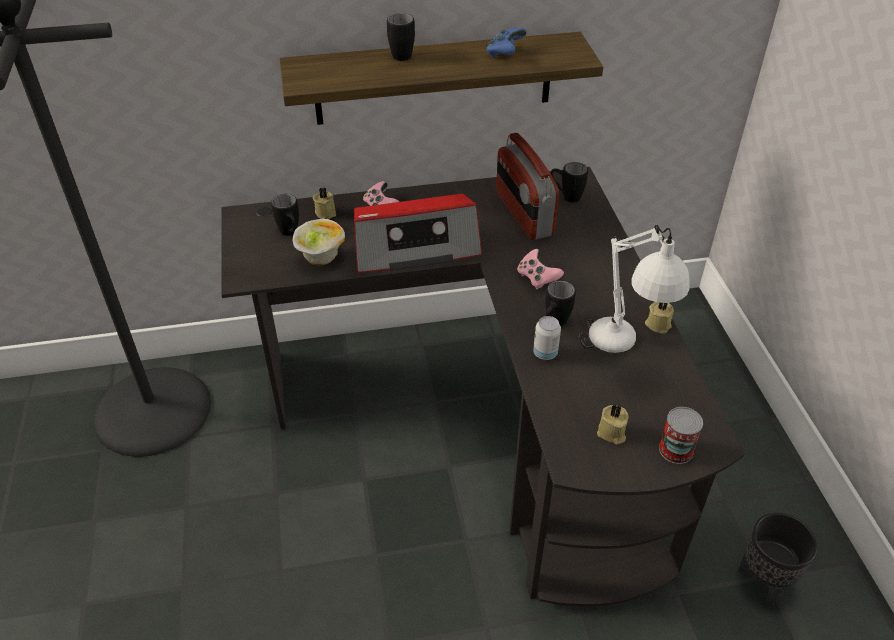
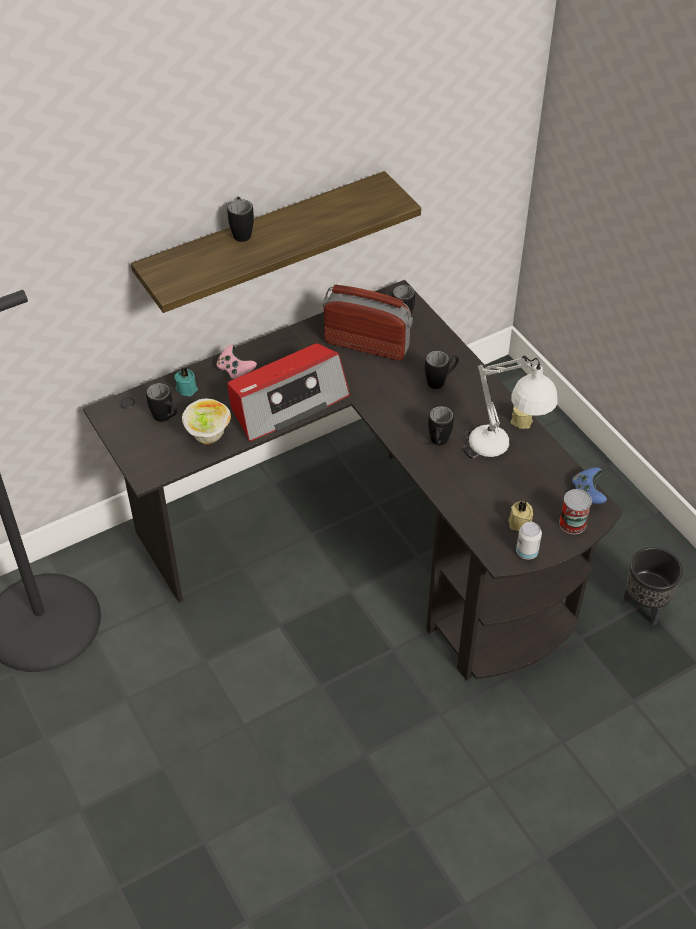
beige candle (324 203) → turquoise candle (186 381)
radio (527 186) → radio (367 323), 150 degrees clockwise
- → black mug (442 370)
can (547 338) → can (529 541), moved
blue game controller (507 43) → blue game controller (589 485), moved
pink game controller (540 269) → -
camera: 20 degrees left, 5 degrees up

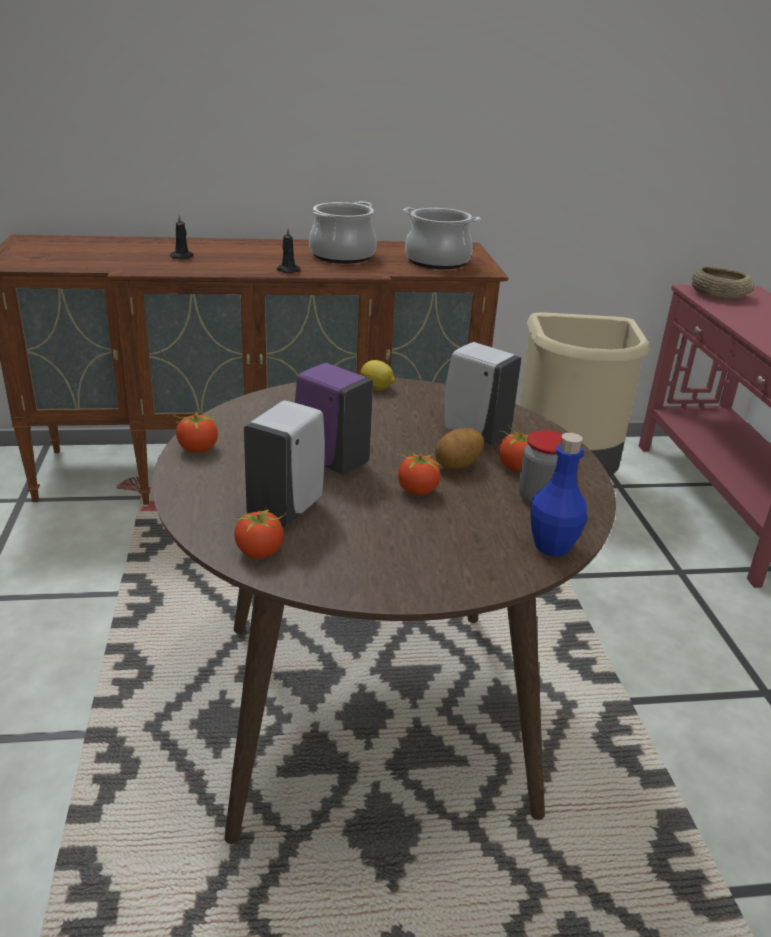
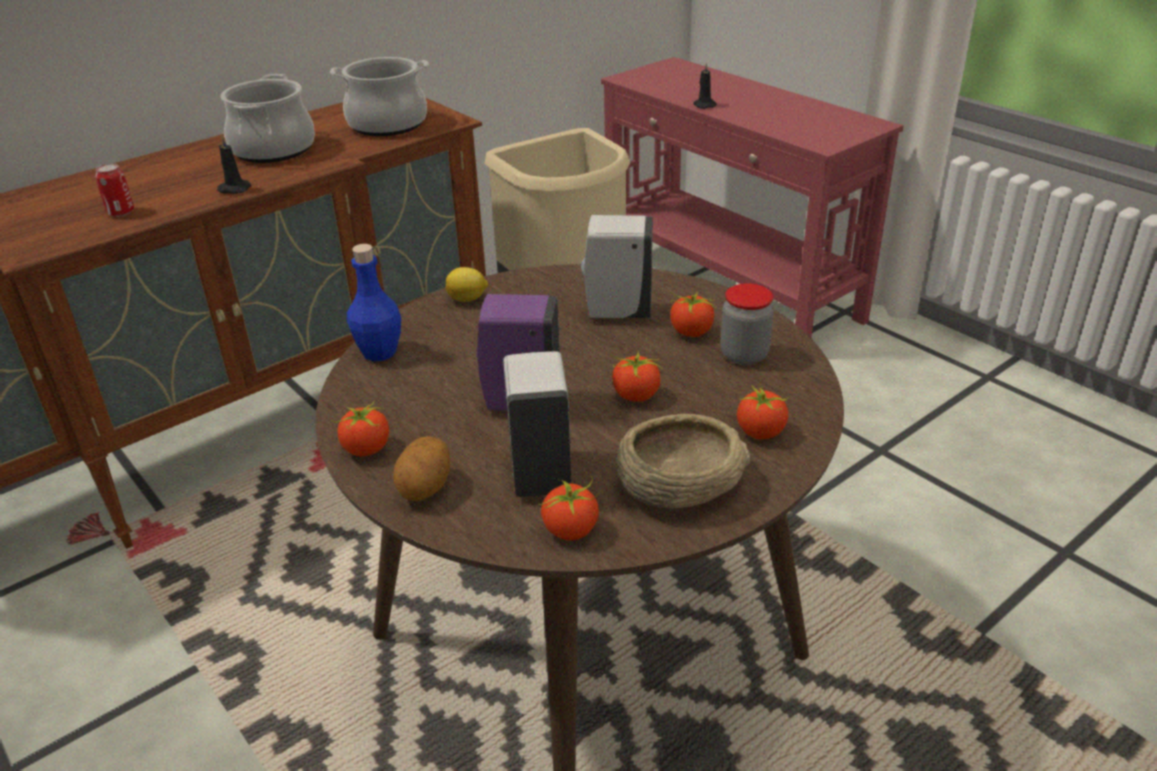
- → can (114 190)
blue bottle (559 494) → blue bottle (374 302), moved
potato (459 449) → potato (421 468), moved
beige bowl (723 282) → beige bowl (682 461), moved
black candle (182 236) → black candle (705 85), moved
- → tomato (763 412)
camera: 30 degrees left, 5 degrees up

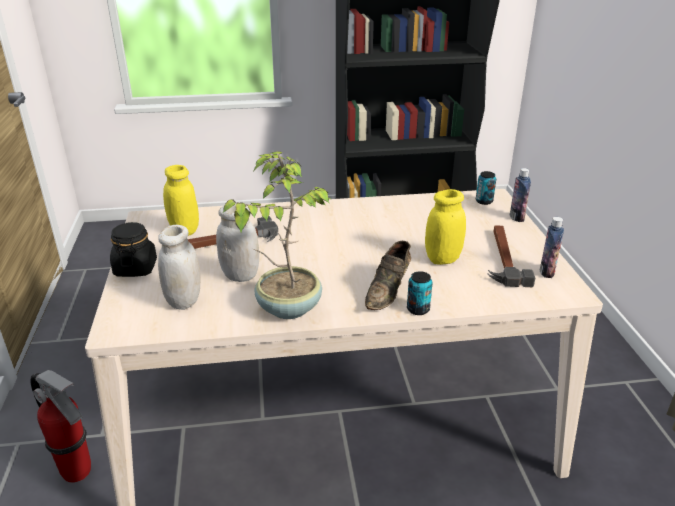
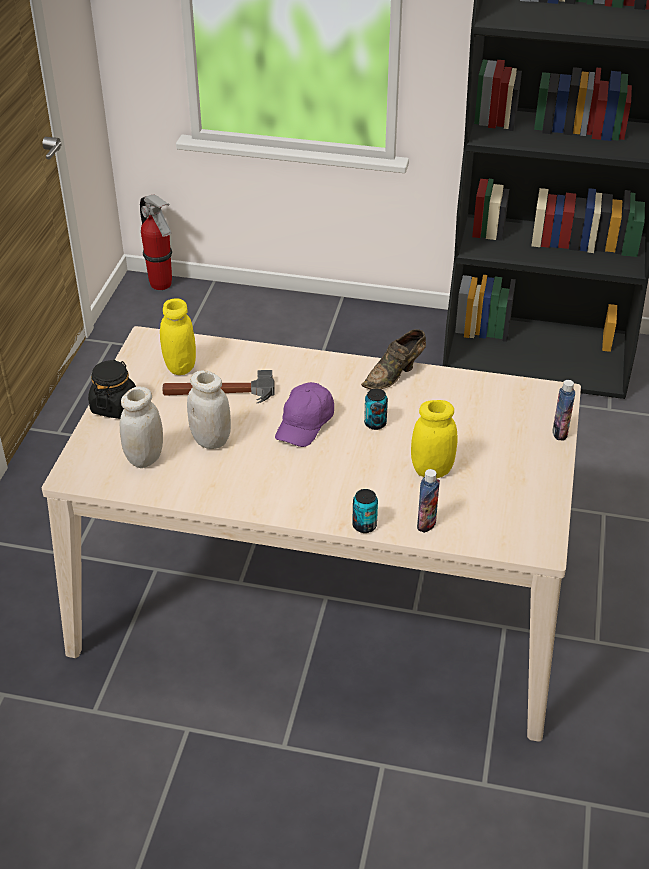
fire extinguisher (60 426) → fire extinguisher (156 242), moved
- → purple cap (304 414)
brown shoe (388 275) → brown shoe (393 359), moved
can (486 188) → can (376 409), moved
bottle (552 247) → bottle (428 501), moved
potted plant (276 235) → -
hammer (511 256) → -
camera: 20 degrees right, 10 degrees up

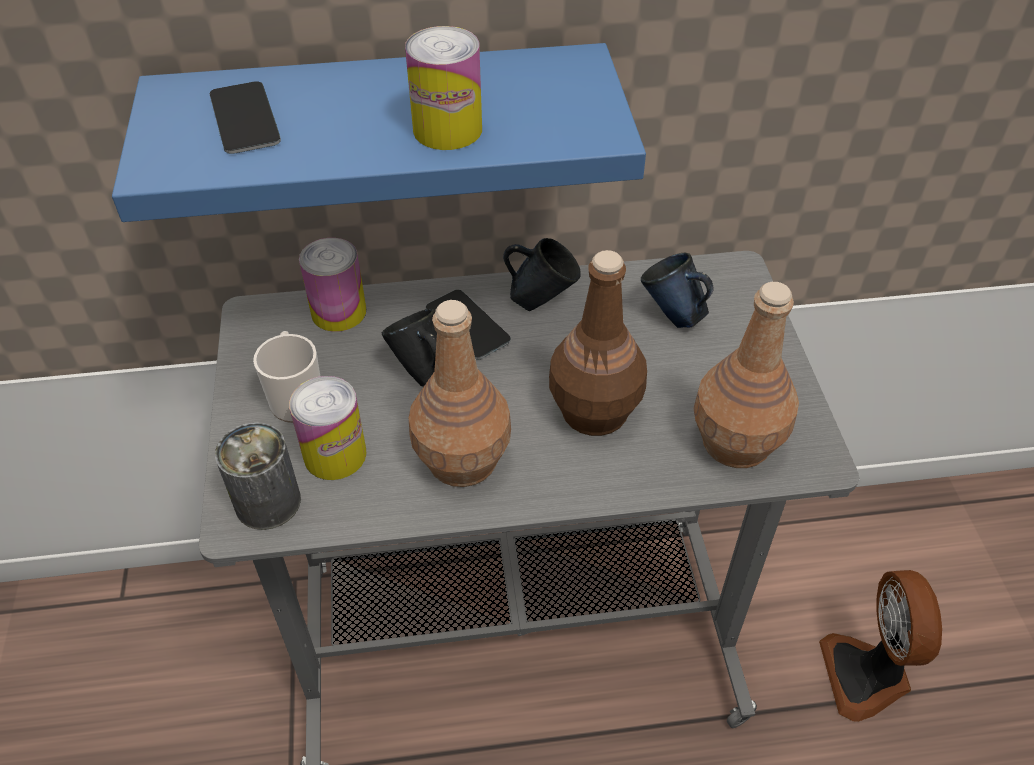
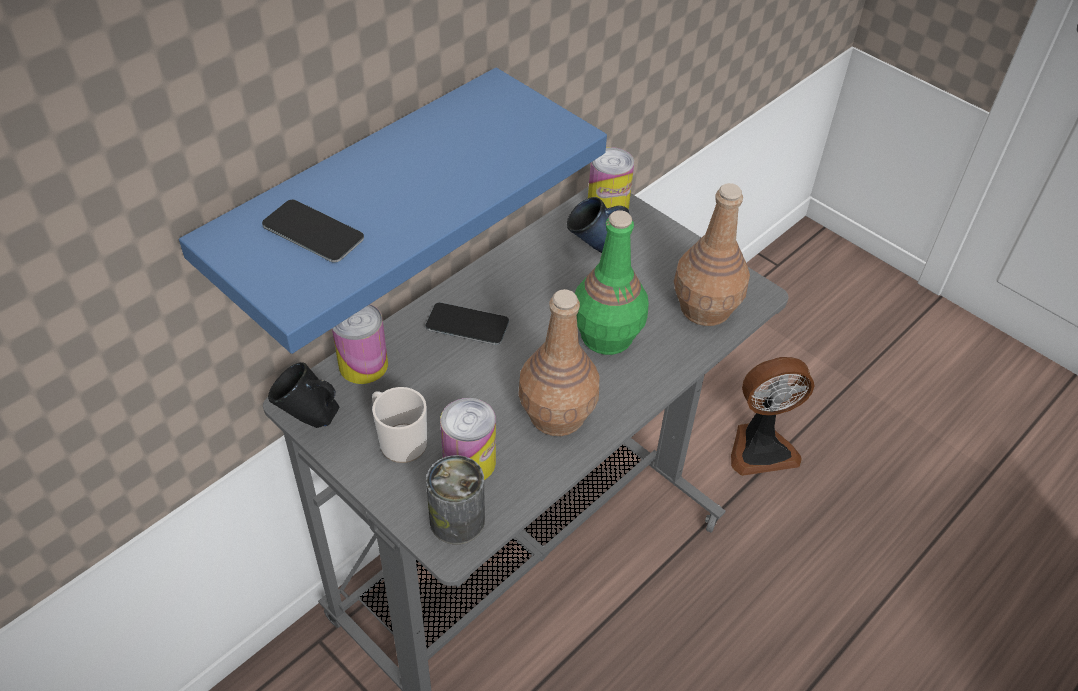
black mug (409 348) → black mug (303 395), moved
brown bottle (598 343) → green bottle (612 282)
can (443 88) → can (611 178), moved
fan (880 646) → fan (772 416), 60 degrees counterclockwise
blue mug (542 274) → -
camera: 40 degrees left, 0 degrees up

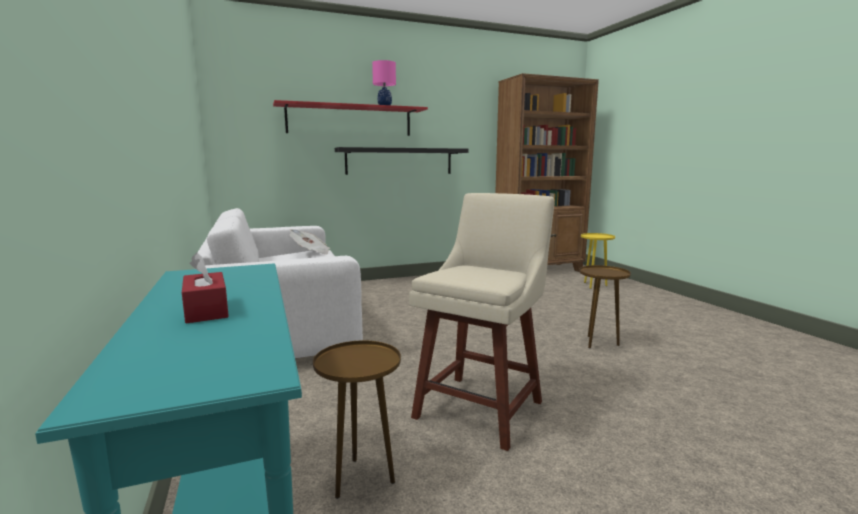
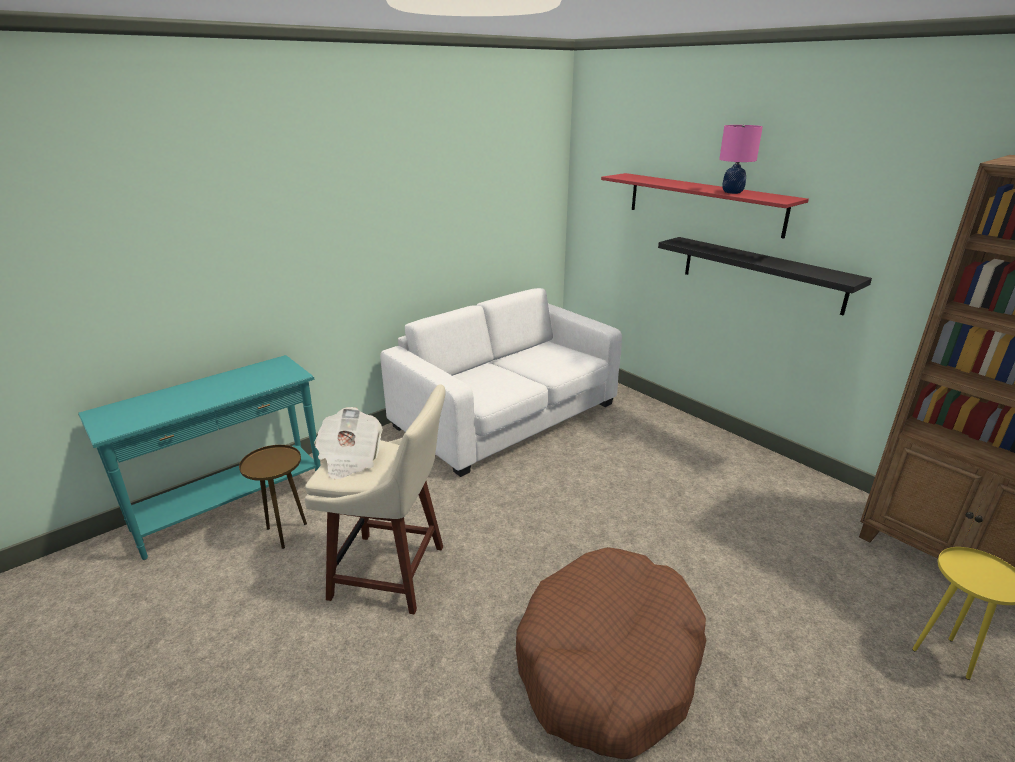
newspaper (309 242) → newspaper (348 443), moved
brown side table (605 306) → brown dog bed (611 653)
red tissue box (205 287) → -
camera: 70 degrees right, 15 degrees up

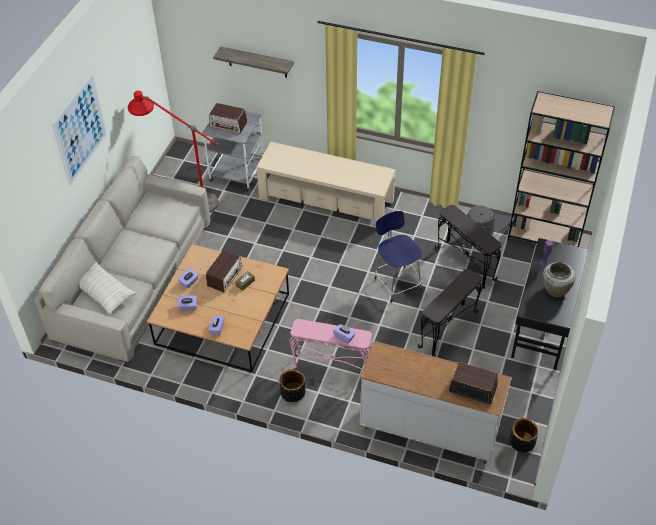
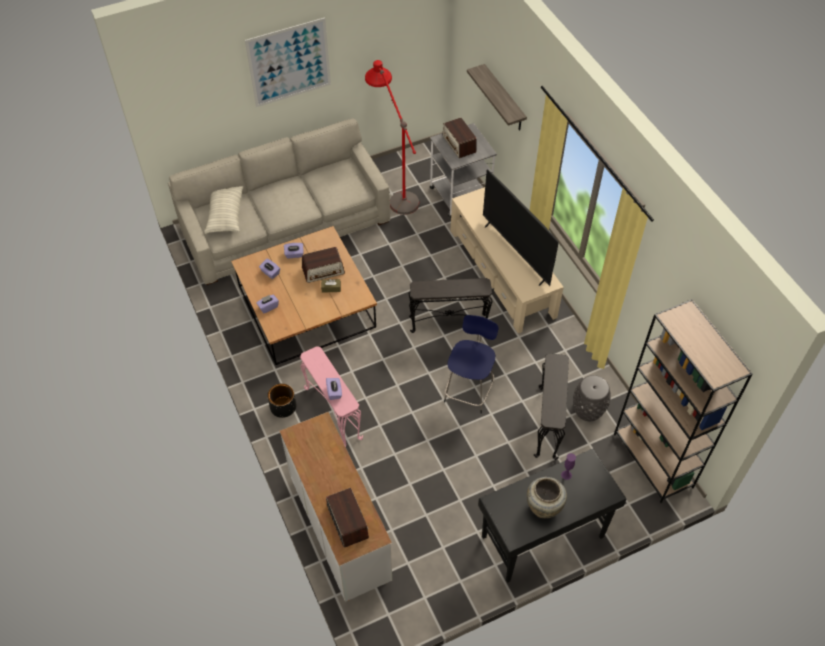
black side table (450 313) → black side table (450 305), moved
- → television (521 228)
black planter (524 435) → -
camera: 45 degrees right, 5 degrees up

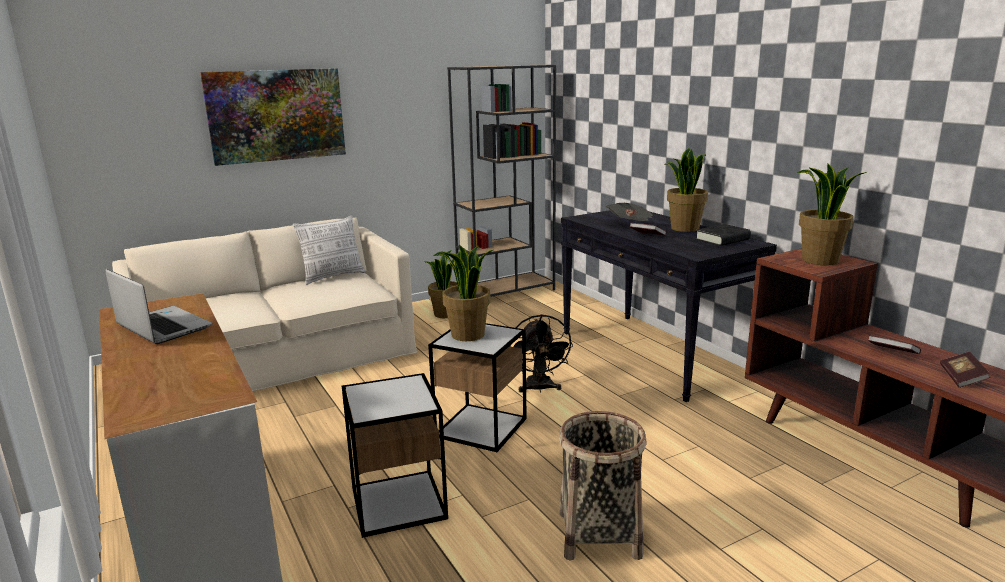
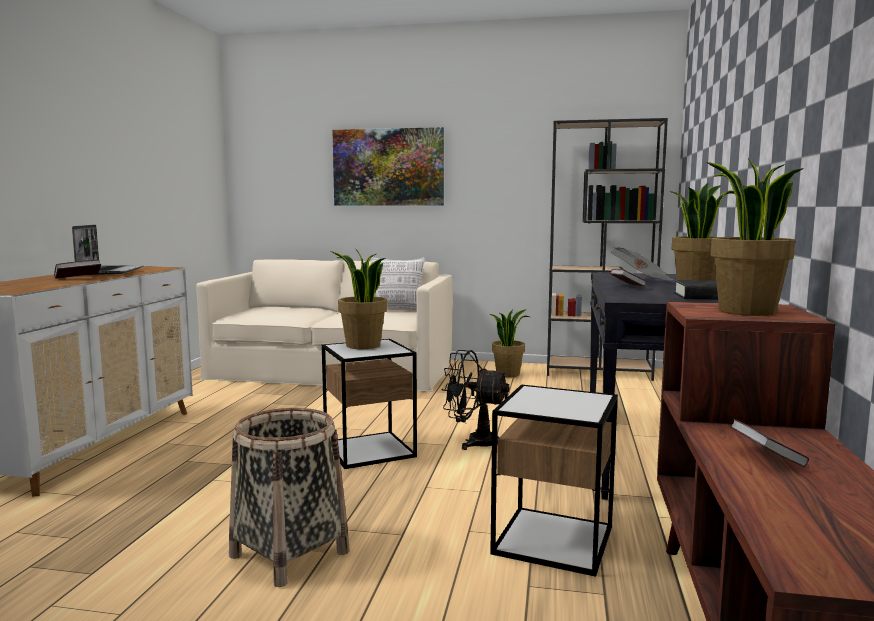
book (965 370) → book (77 269), moved
black fan (541 353) → black fan (475 400), 75 degrees clockwise
side table (395 455) → side table (554 480), moved
camera: 40 degrees right, 10 degrees down

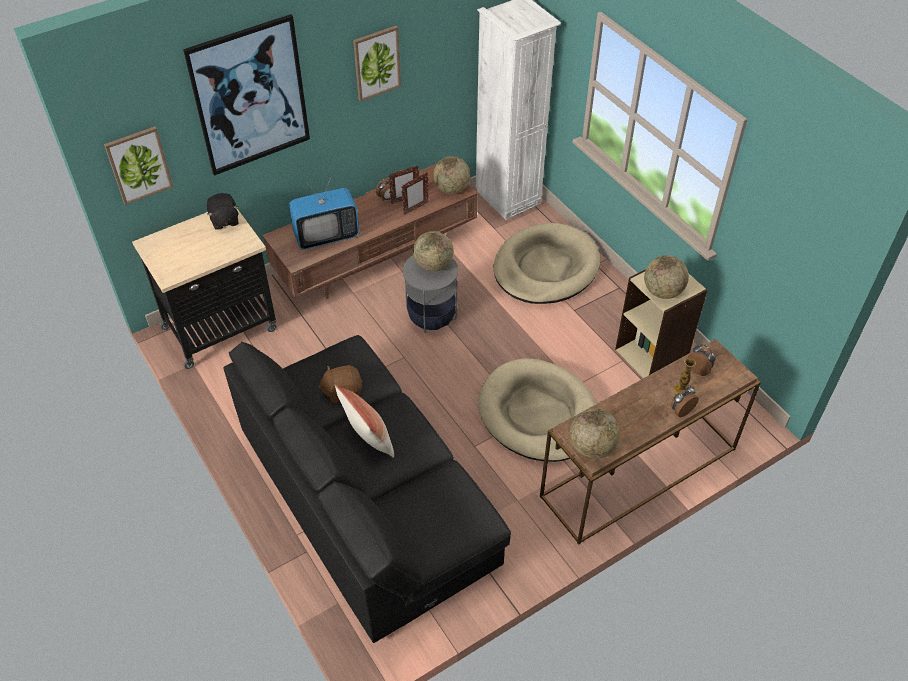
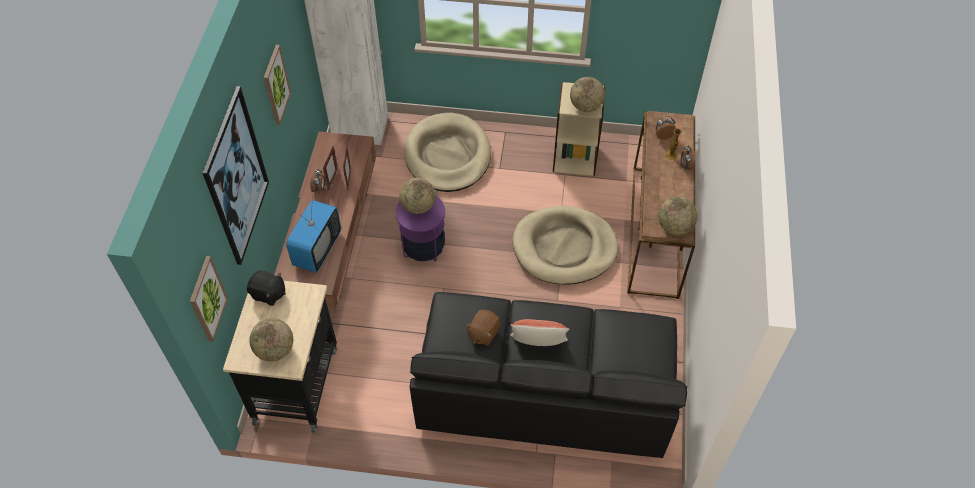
globe (451 175) → globe (271 339), moved
grey side table (430 294) → purple side table (420 228)
camera: 50 degrees left, 5 degrees up

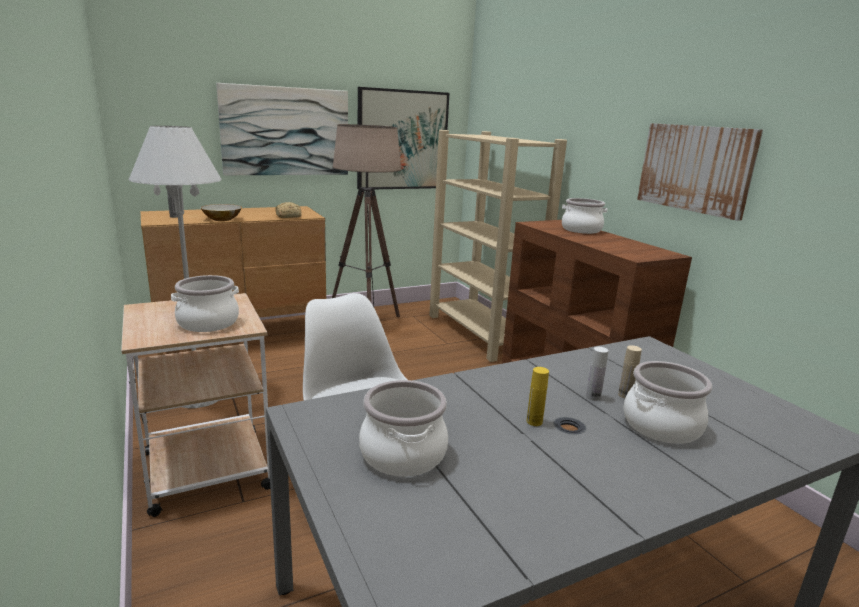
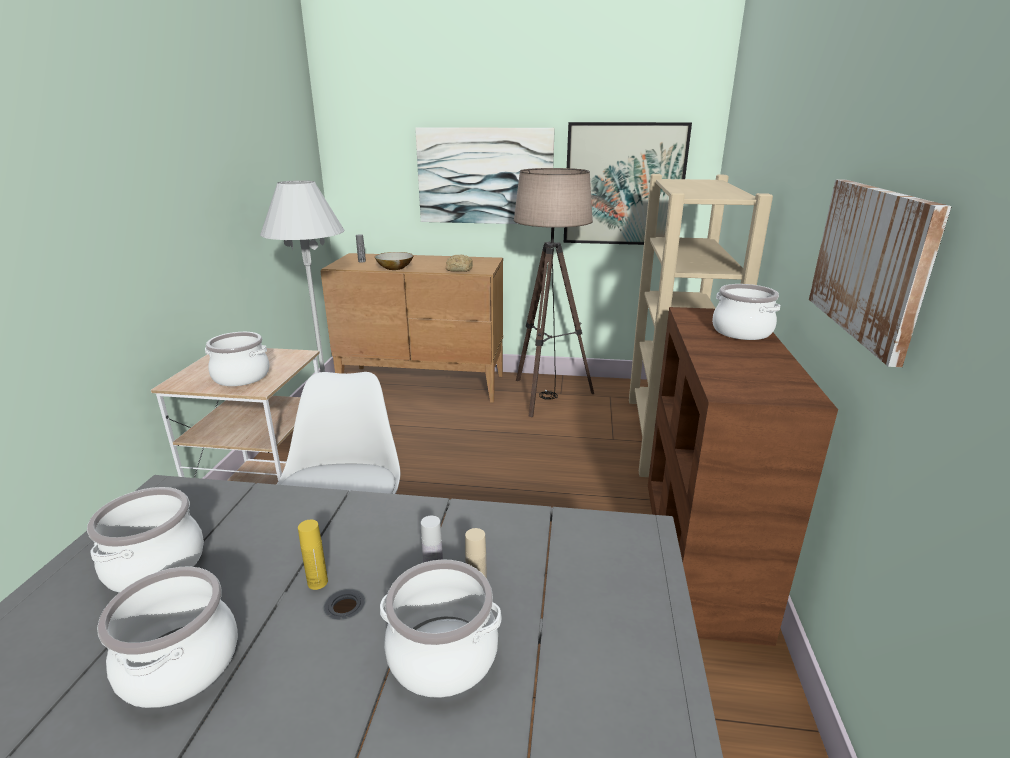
- → cooking pot (167 637)
camera: 35 degrees right, 5 degrees up

